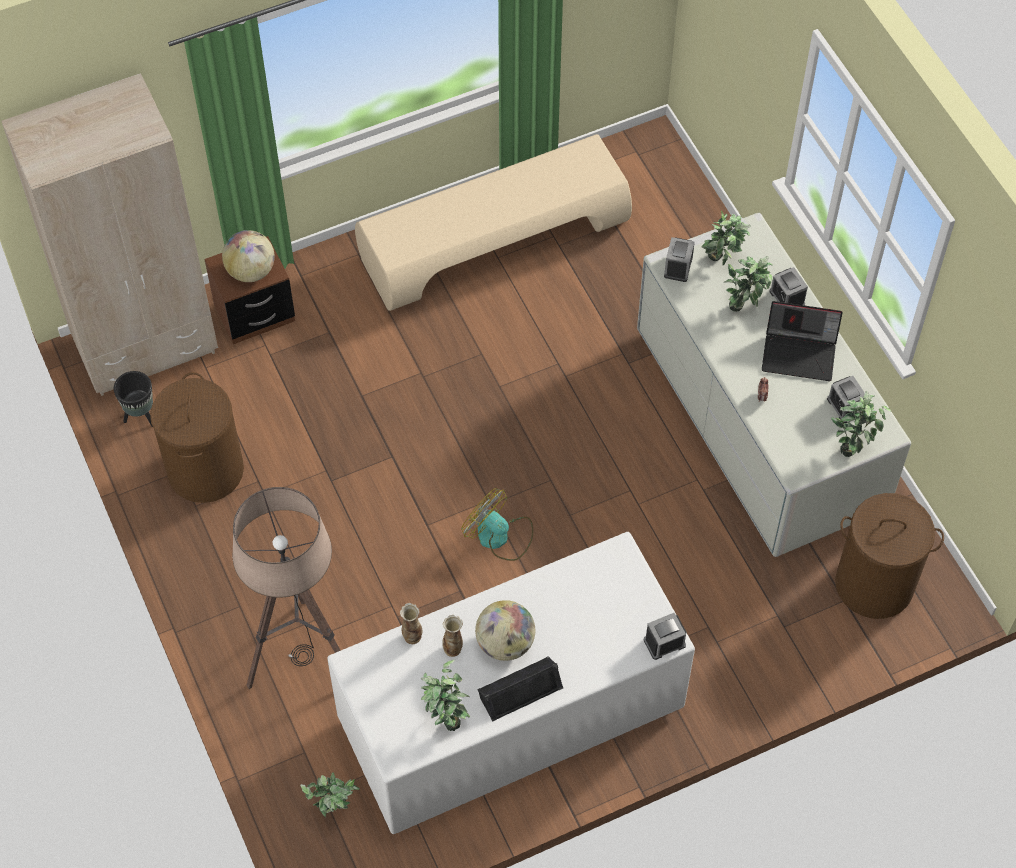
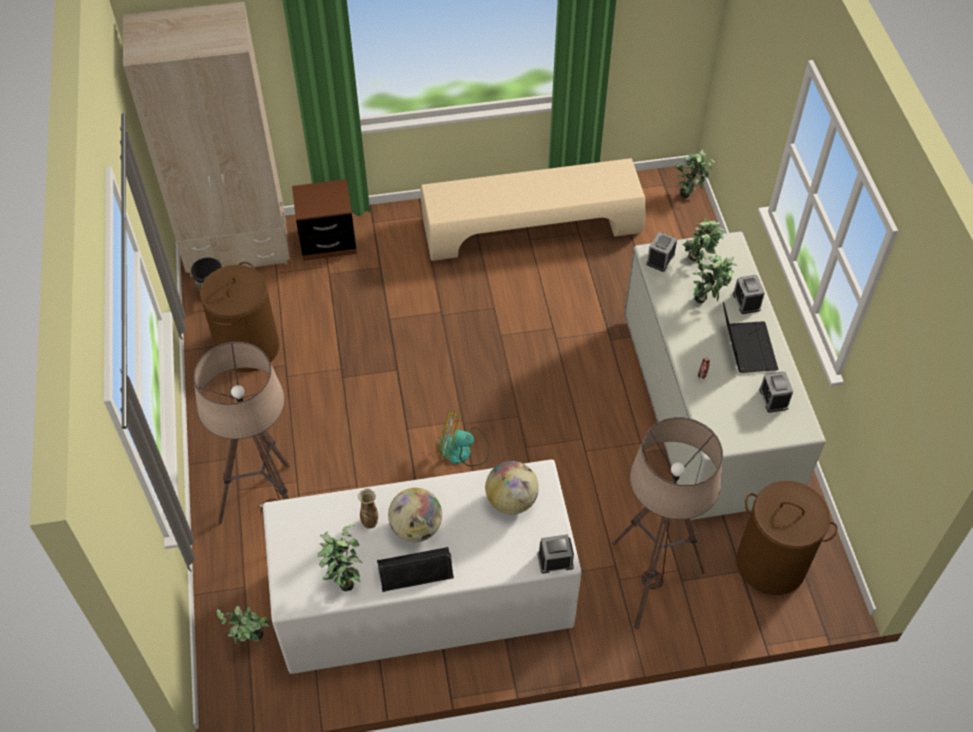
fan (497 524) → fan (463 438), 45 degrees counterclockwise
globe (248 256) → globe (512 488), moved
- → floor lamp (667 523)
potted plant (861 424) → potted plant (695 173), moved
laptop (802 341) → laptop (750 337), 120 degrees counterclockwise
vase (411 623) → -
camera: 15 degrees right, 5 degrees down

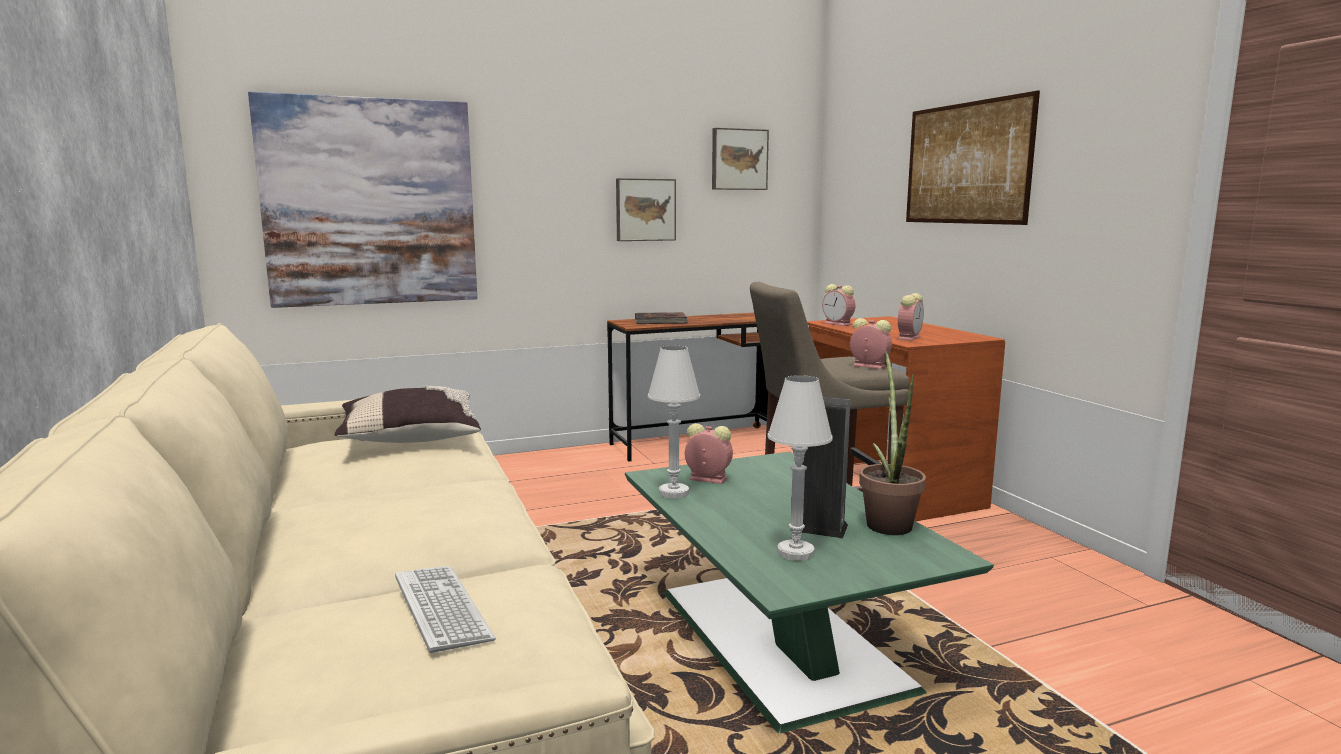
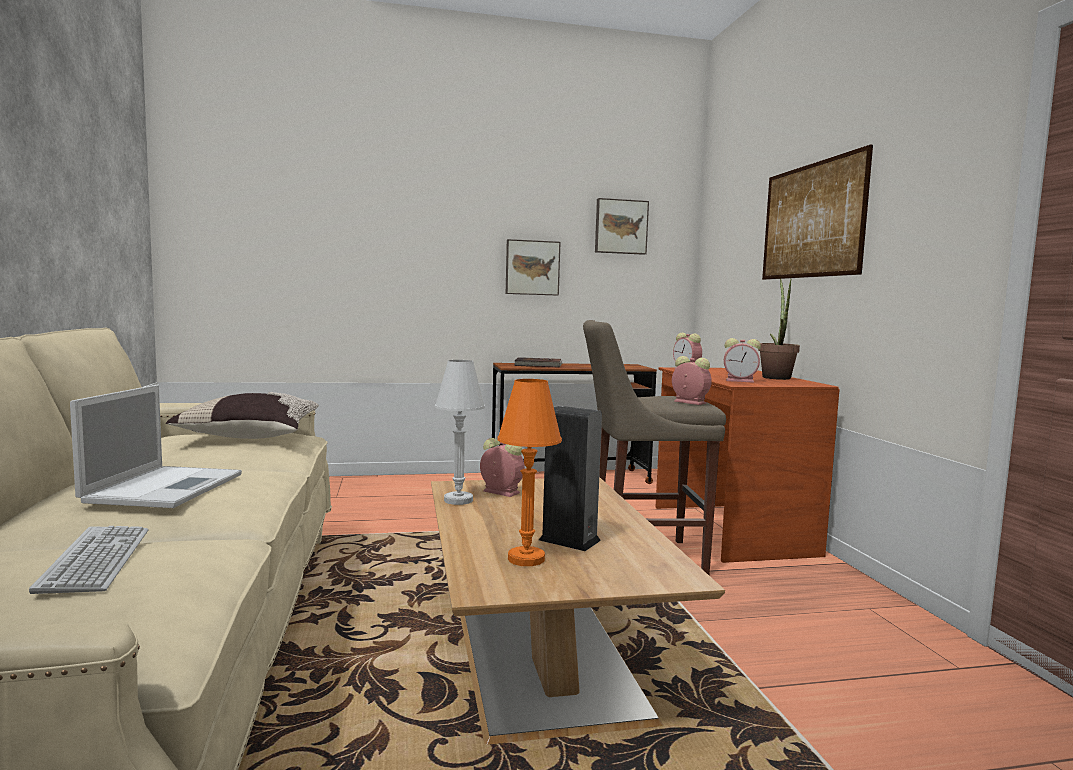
- → laptop (156 446)
green coffee table (809 592) → brown coffee table (578 611)
white table lamp (800 468) → orange table lamp (529 472)
alarm clock (911 317) → alarm clock (742 360), 60 degrees clockwise
potted plant (892 443) → potted plant (779 329), moved
picture (362 200) → -
camera: 10 degrees right, 5 degrees down

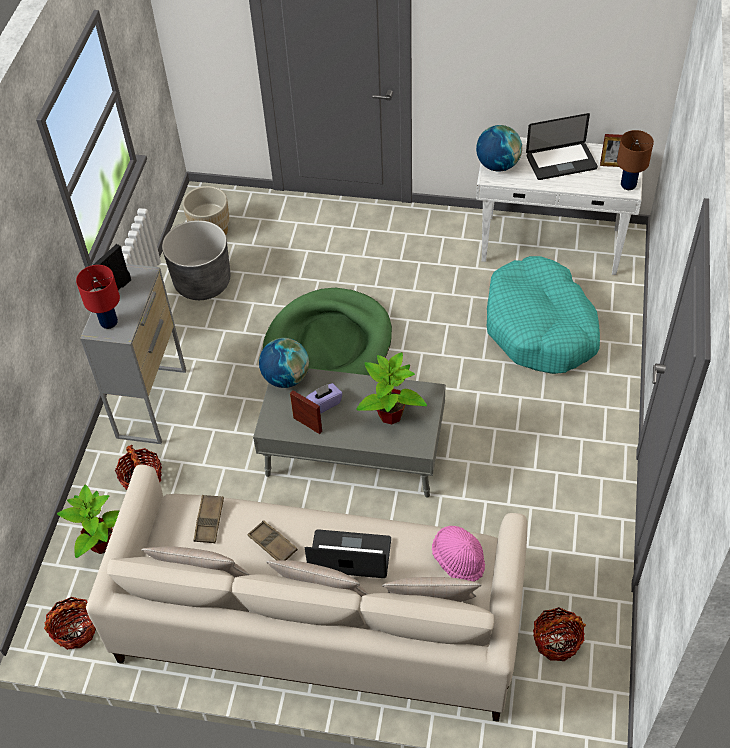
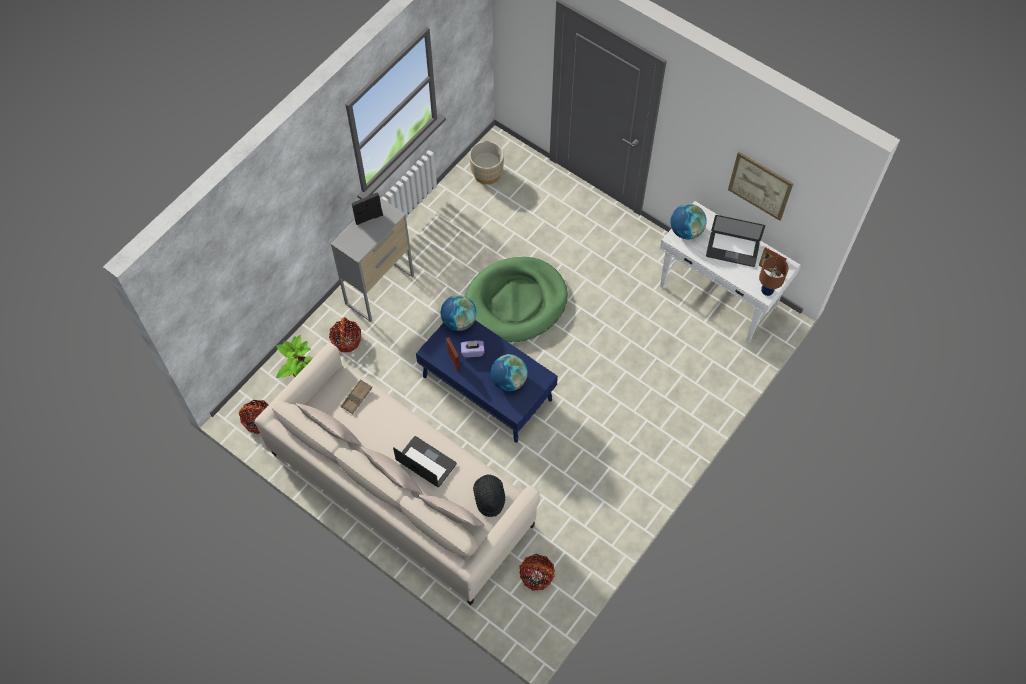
grey coffee table (349 432) → blue coffee table (487 381)
pink hat (458 554) → black hat (489 496)
potted plant (391 388) → globe (509 372)
- → picture (761 186)
red table lamp (98 297) → -
grey planter (196 260) → -
brown tray (273 540) → -
turquoise dog bed (543 315) → -
camera: 25 degrees right, 10 degrees up

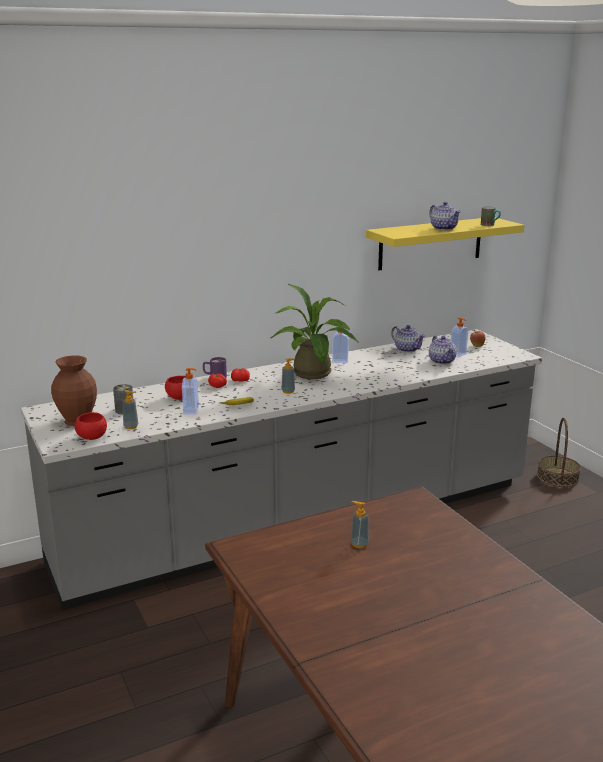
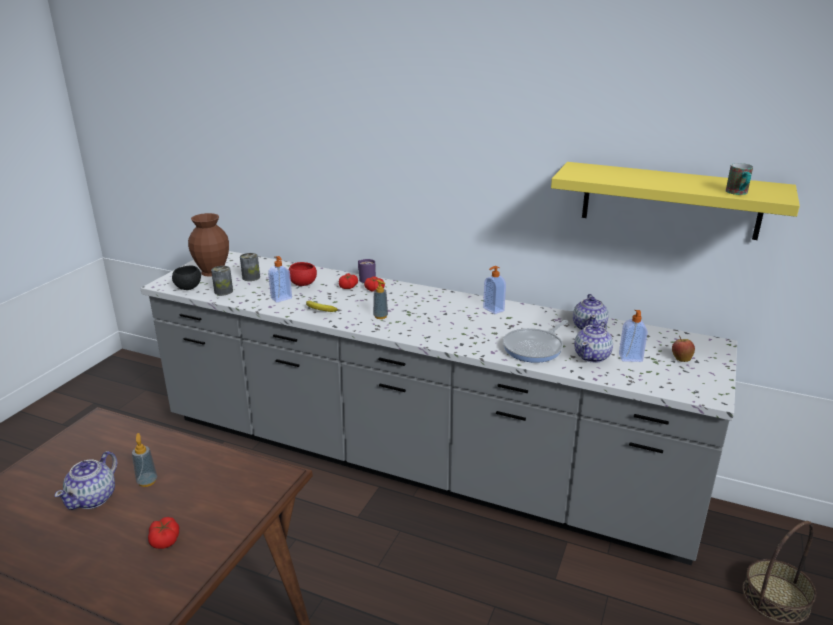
teapot (445 216) → teapot (86 480), moved
- → tomato (163 533)
red bowl (91 426) → black bowl (186 278)
soap dispenser (130 409) → can (222 281)
- → frying pan (535 341)
potted plant (315 331) → -
camera: 50 degrees right, 5 degrees up

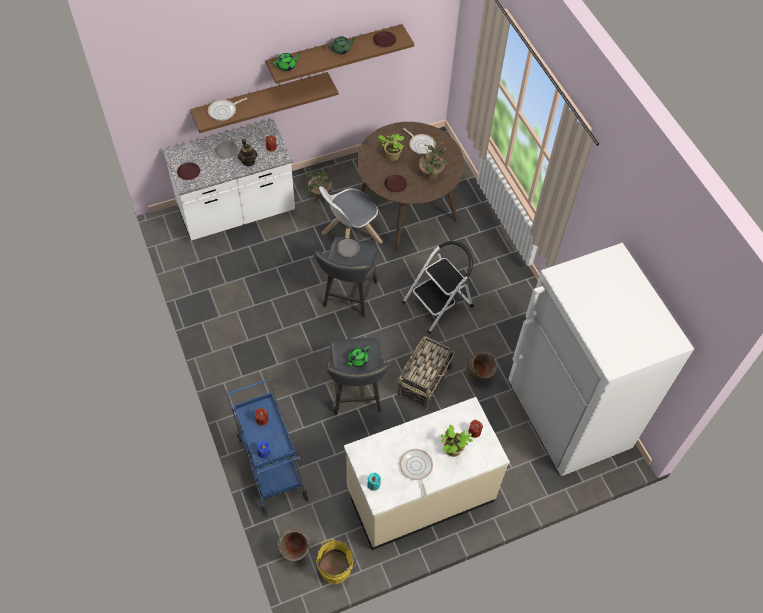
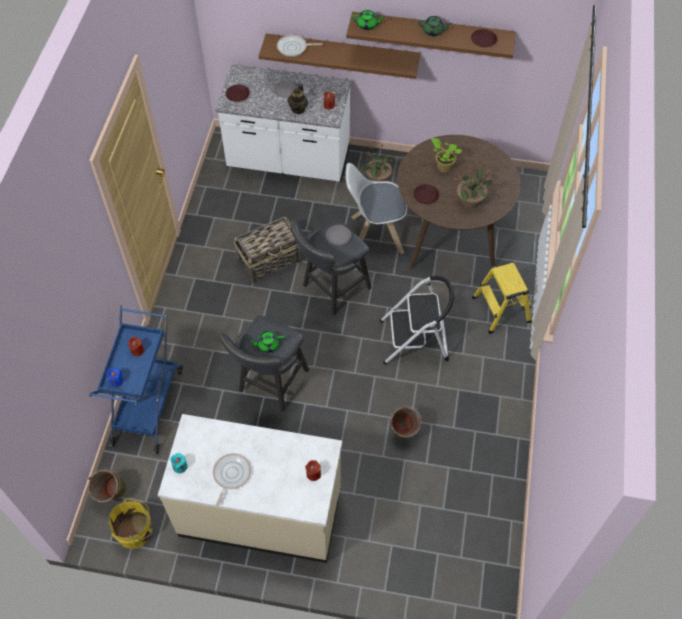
basket (426 372) → basket (267 250), moved
- → yellow step ladder (502 297)
frying pan (419 141) → -
potted plant (457 441) → -
white fridge (601 359) → -
camera: 35 degrees right, 0 degrees up

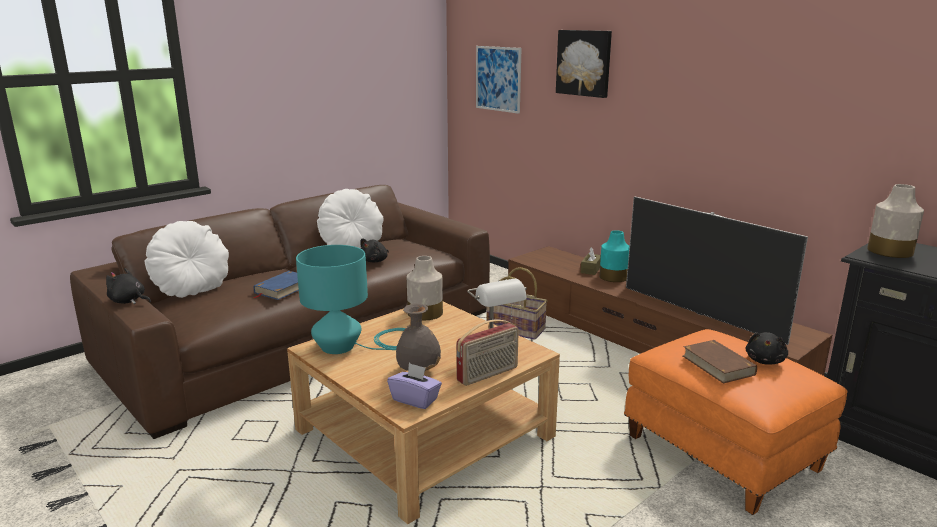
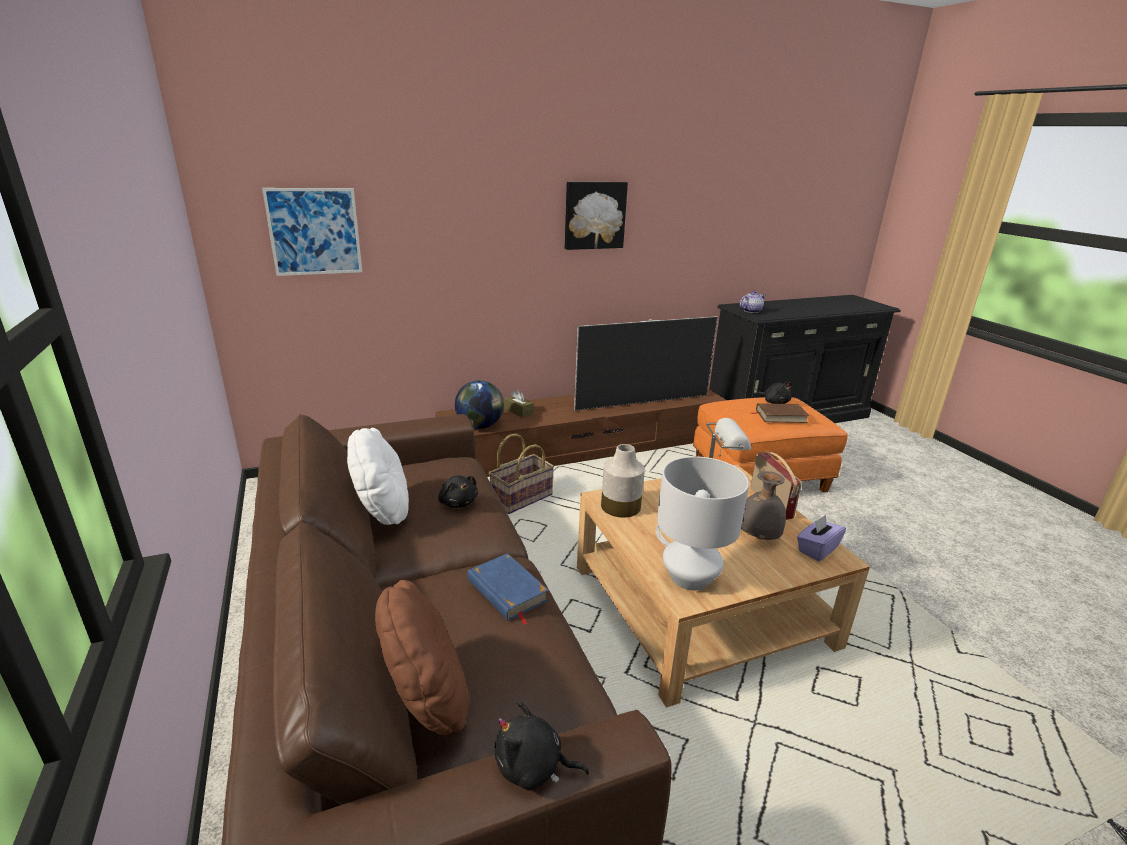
white pillow (186 259) → brown pillow (422 657)
- → globe (479 404)
black plush toy (128 286) → black plush toy (541 746), 60 degrees clockwise
picture (584 64) → picture (596 216), moved
turquoise table lamp (351 299) → white table lamp (702 523)
beige vase (895 221) → teapot (753 301)
turquoise vase (614 256) → -
camera: 70 degrees left, 5 degrees up

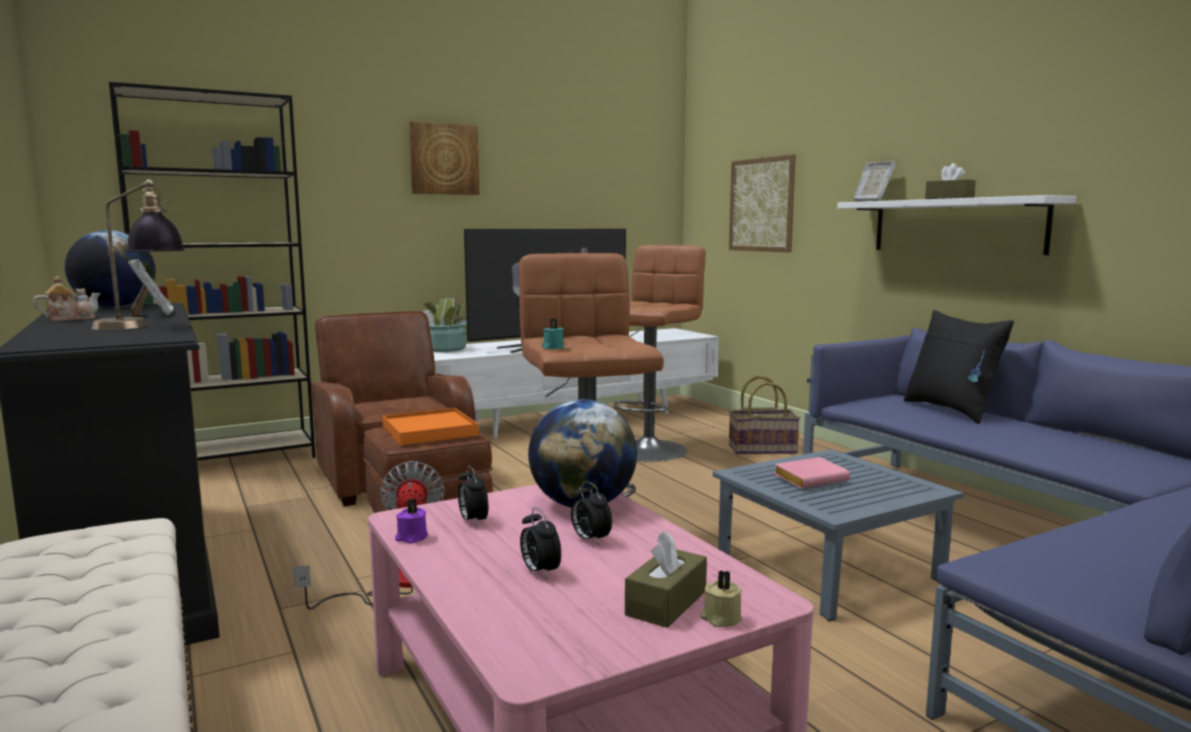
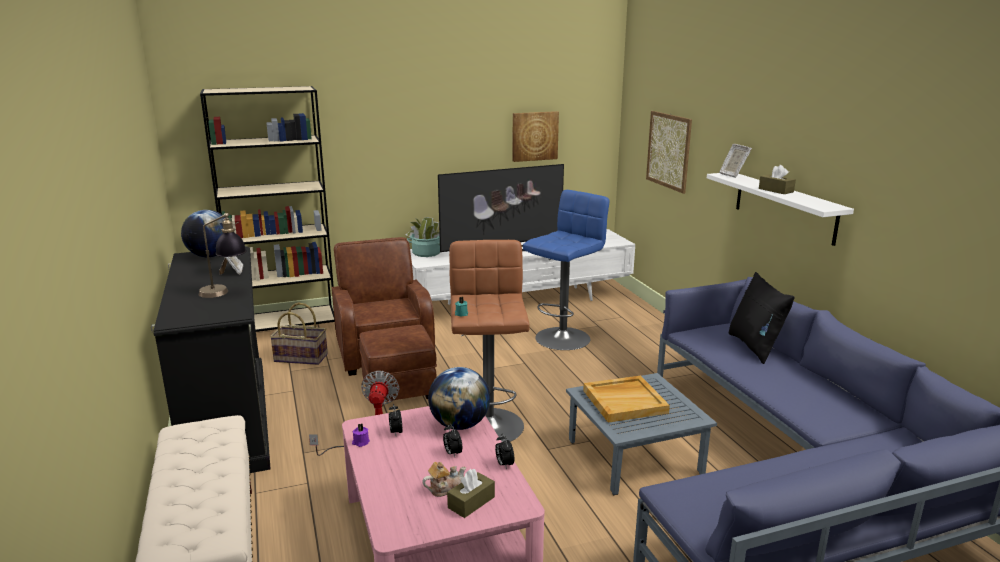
basket (764 415) → basket (299 333), moved
teapot (67 298) → teapot (444 479), moved
alarm clock (540 543) → alarm clock (504 452), moved
picture (444 158) → picture (535 136), moved
brown stool (660 353) → blue stool (566 270)
pink book (812 472) → beige tray (626 399)
orange tray (430 426) → -
beige candle (721 598) → -
camera: 10 degrees right, 10 degrees up

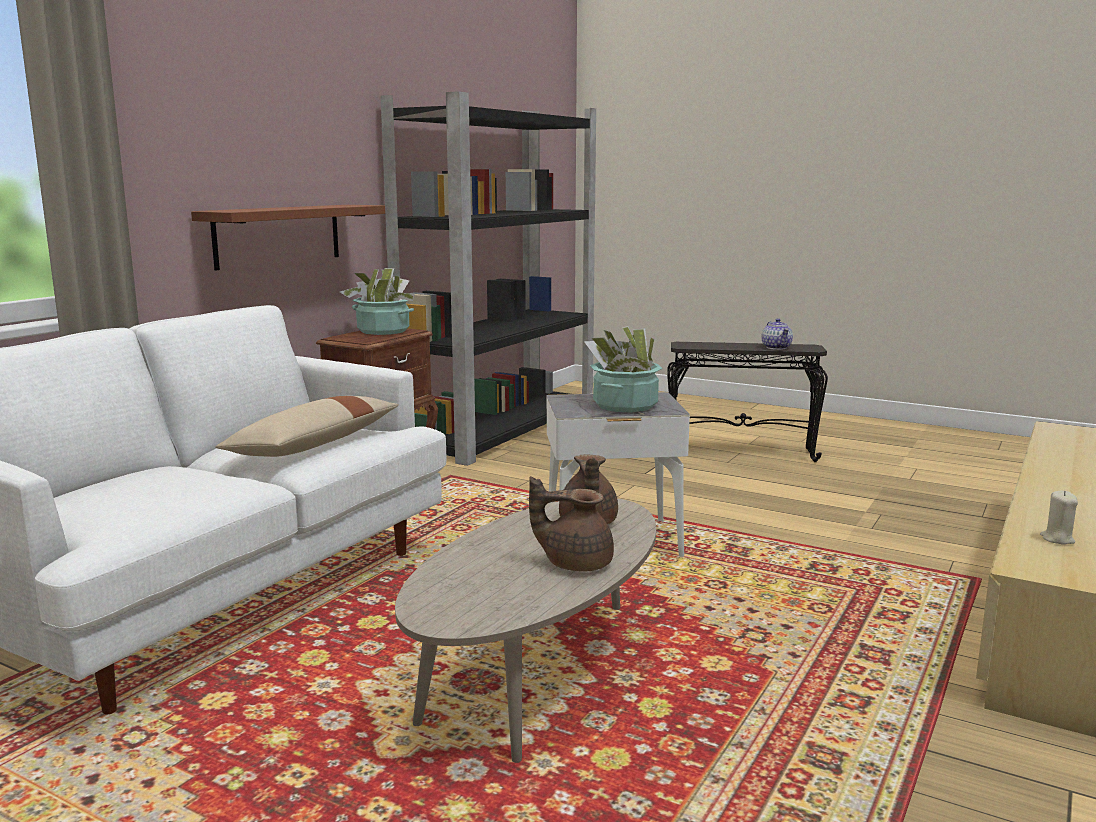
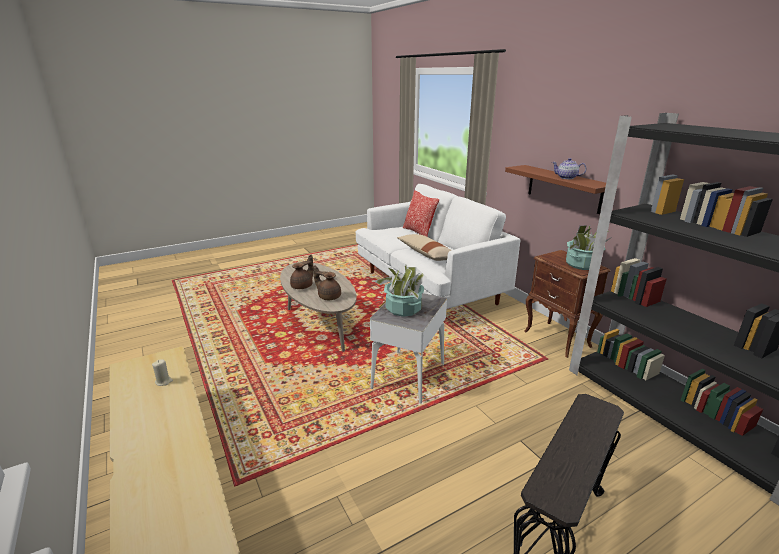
- → pillow (421 213)
teapot (777 334) → teapot (569 168), moved
camera: 120 degrees right, 10 degrees up

